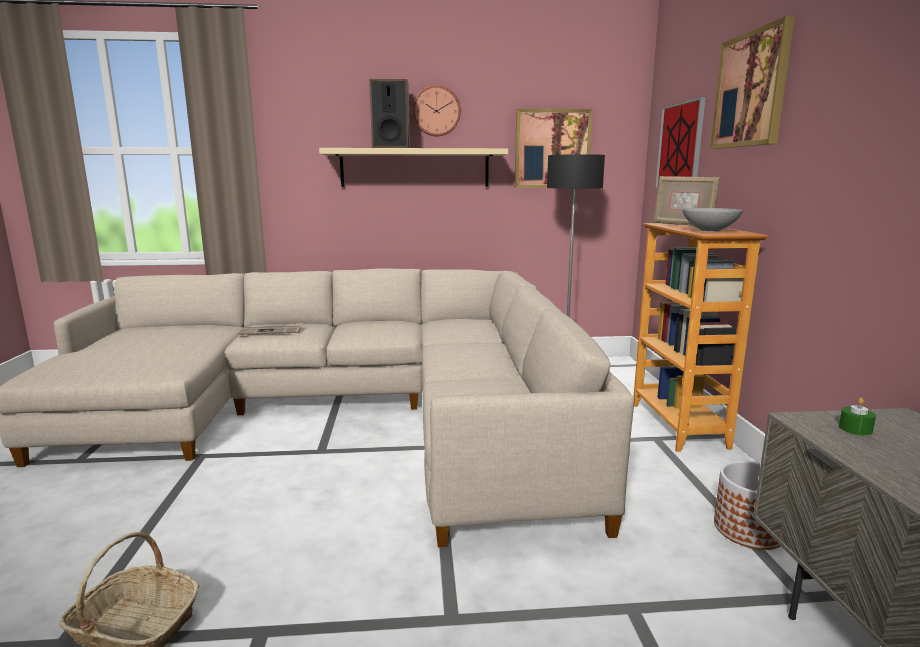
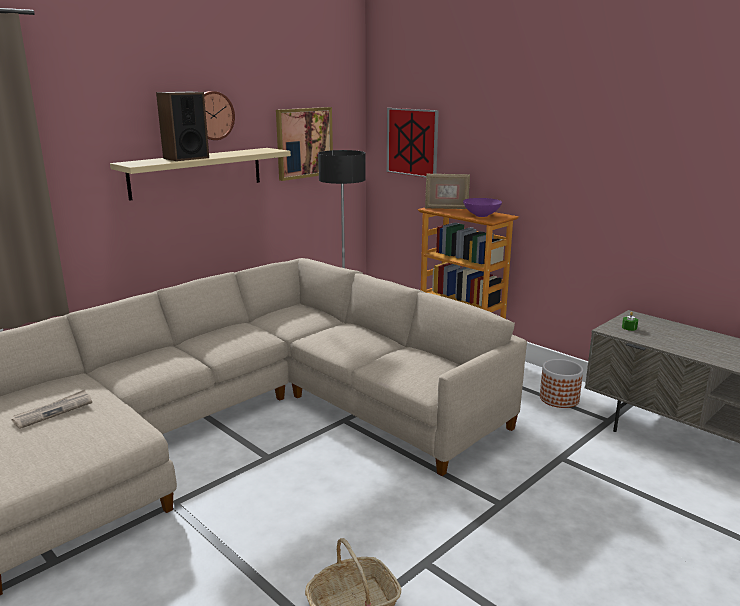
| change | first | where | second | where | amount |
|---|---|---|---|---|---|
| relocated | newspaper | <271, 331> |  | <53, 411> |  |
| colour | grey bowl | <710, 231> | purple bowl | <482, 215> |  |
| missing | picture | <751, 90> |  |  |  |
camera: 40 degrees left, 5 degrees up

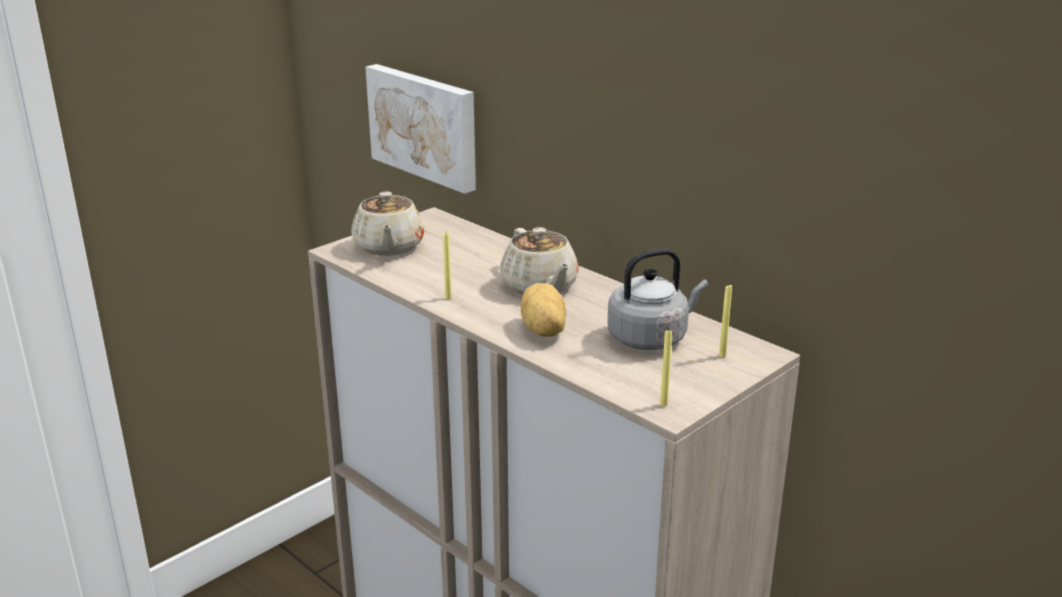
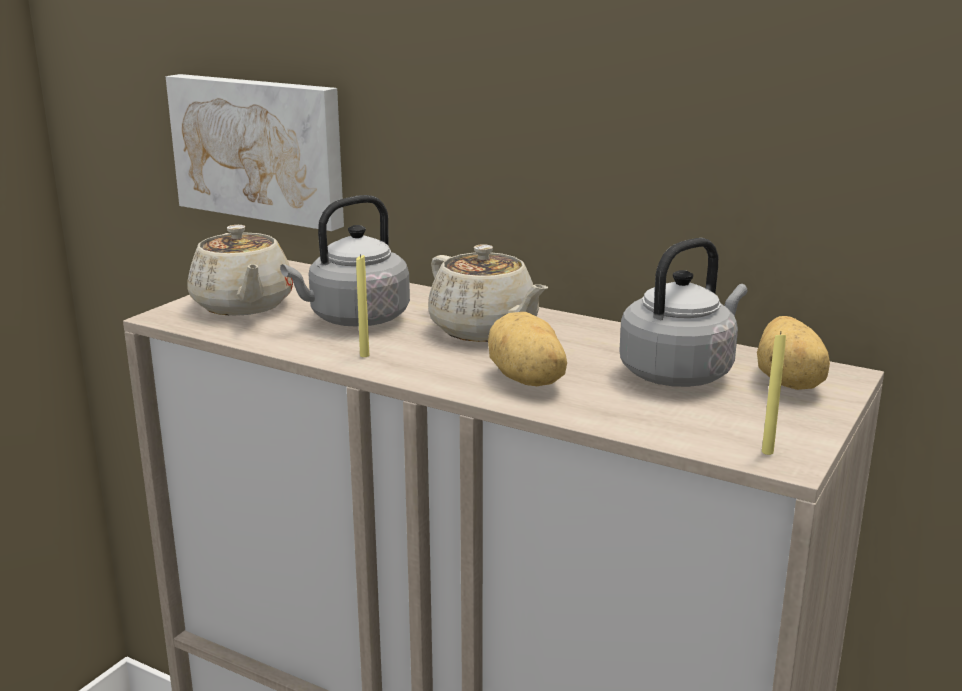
| change | first | where | second | where | amount |
|---|---|---|---|---|---|
| appeared |  |  | grey kettle | <354, 319> |  |
| exchanged | yellow candle | <722, 355> | potato | <790, 383> |  |
camera: 15 degrees left, 5 degrees down

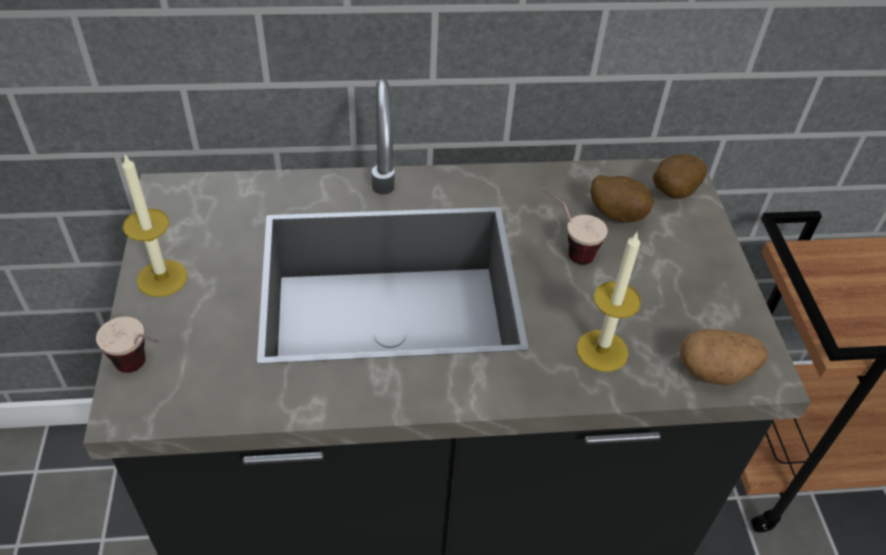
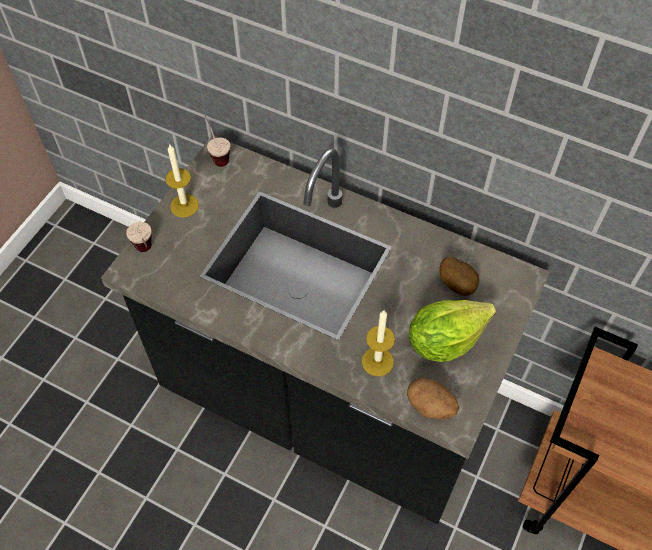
| change | first | where | second | where | amount |
|---|---|---|---|---|---|
| relocated | cup | <566, 249> |  | <217, 154> |  |
| appeared |  |  | lettuce | <444, 340> |  |
| missing | potato | <671, 193> |  |  |  |
camera: 35 degrees right, 10 degrees up

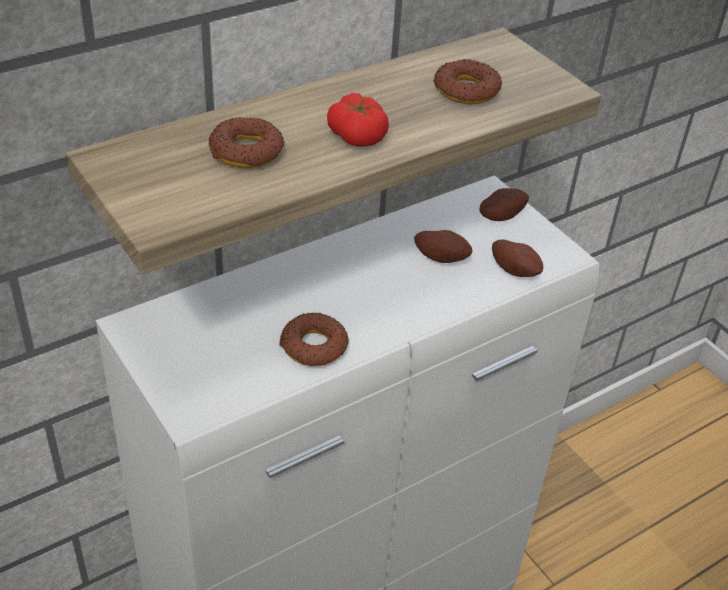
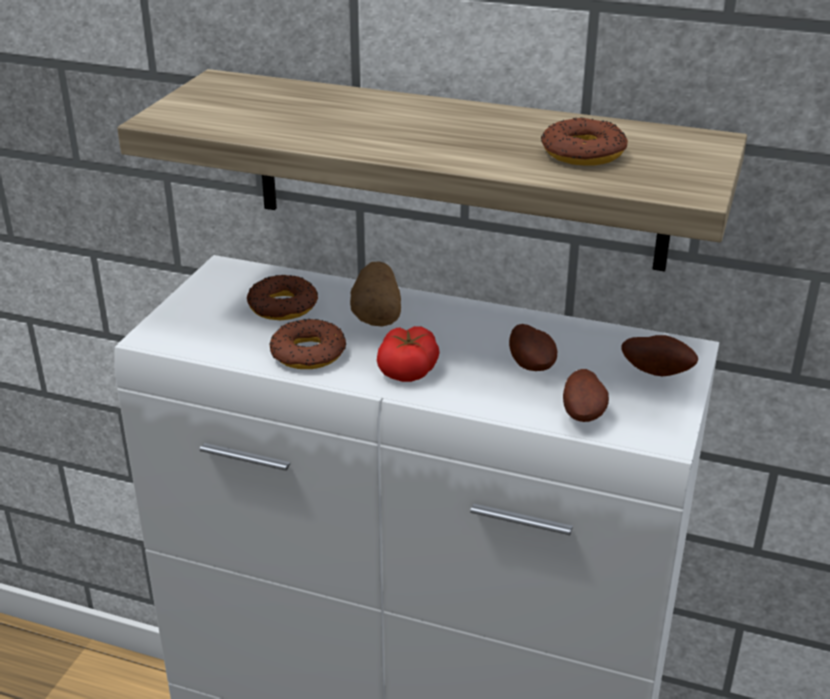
| change | first | where | second | where | amount |
|---|---|---|---|---|---|
| relocated | donut | <246, 151> |  | <282, 306> |  |
| appeared |  |  | potato | <377, 315> |  |
| relocated | tomato | <357, 135> |  | <408, 369> |  |
camera: 55 degrees right, 10 degrees down

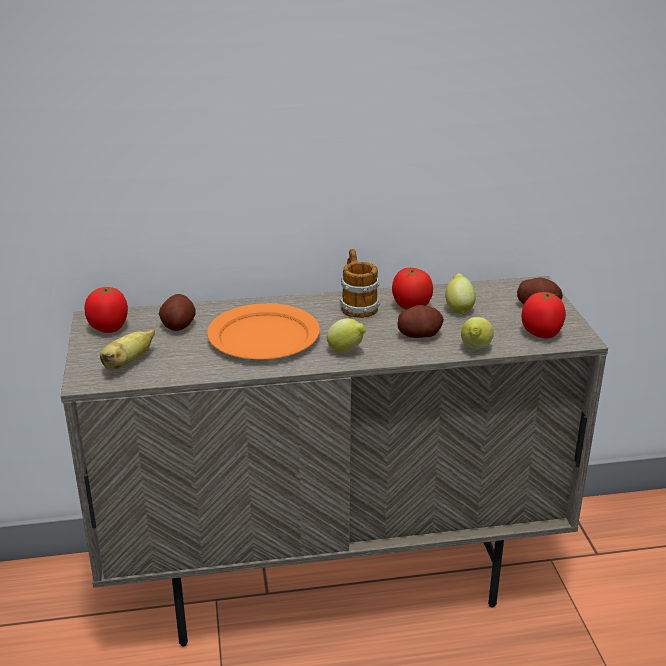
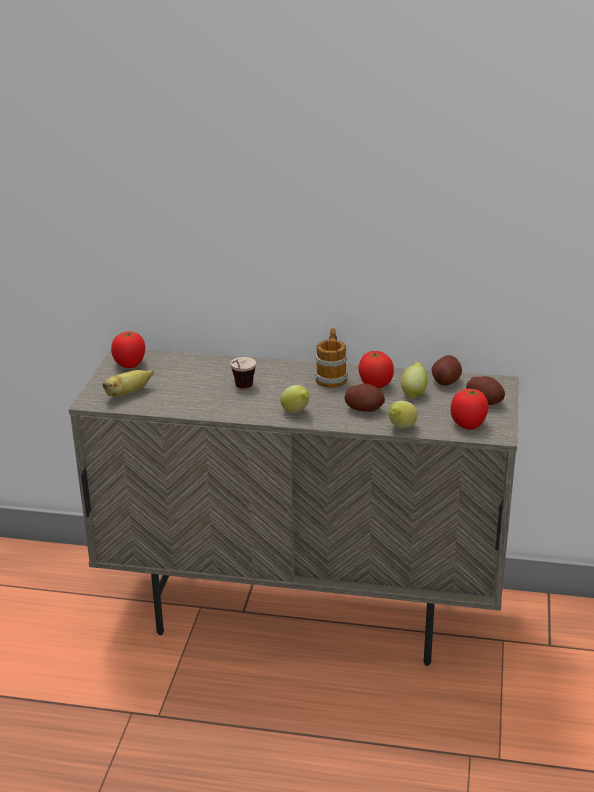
| change | first | where | second | where | amount |
|---|---|---|---|---|---|
| exchanged | orange plate | <264, 336> | cup | <240, 390> |  |
| relocated | potato | <178, 325> |  | <445, 381> |  |
camera: 20 degrees right, 0 degrees up

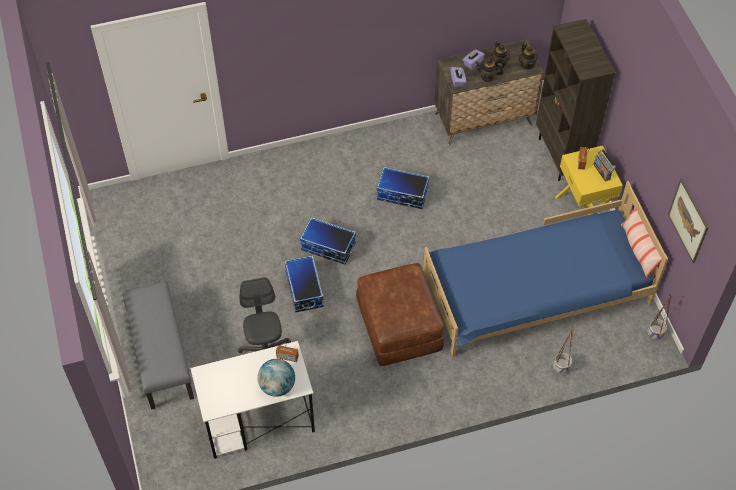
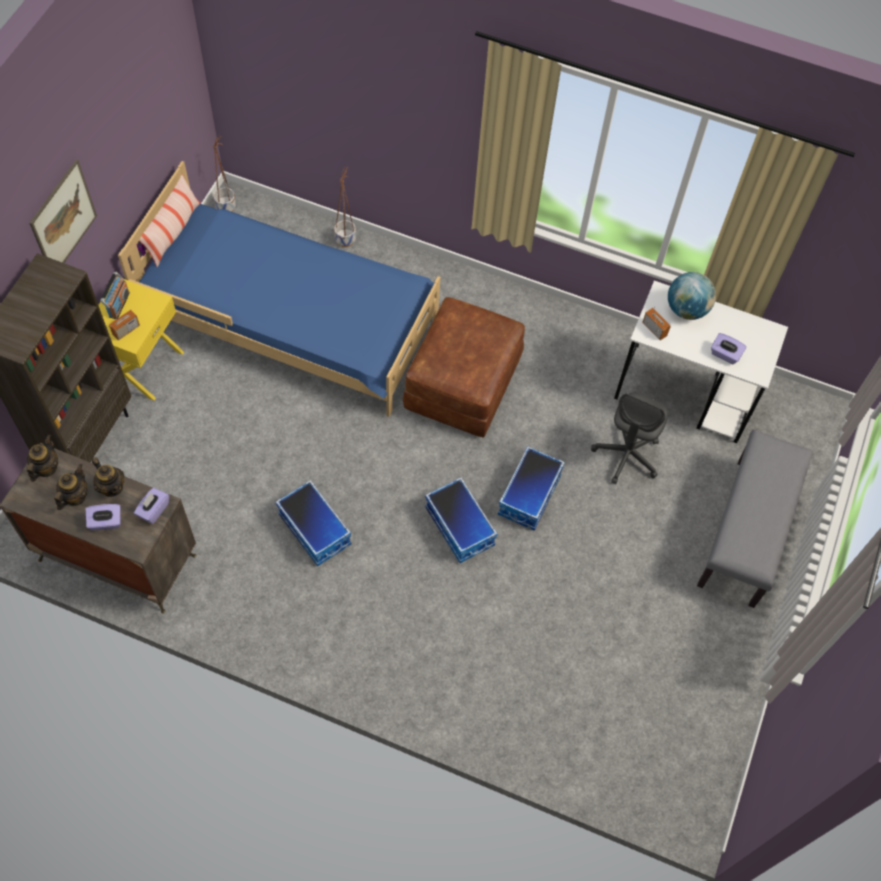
| change | first | where | second | where | amount |
|---|---|---|---|---|---|
| relocated | picture | <688, 220> |  | <63, 218> |  |
| appeared |  |  | purple tissue box | <725, 354> |  |
camera: 145 degrees left, 5 degrees up

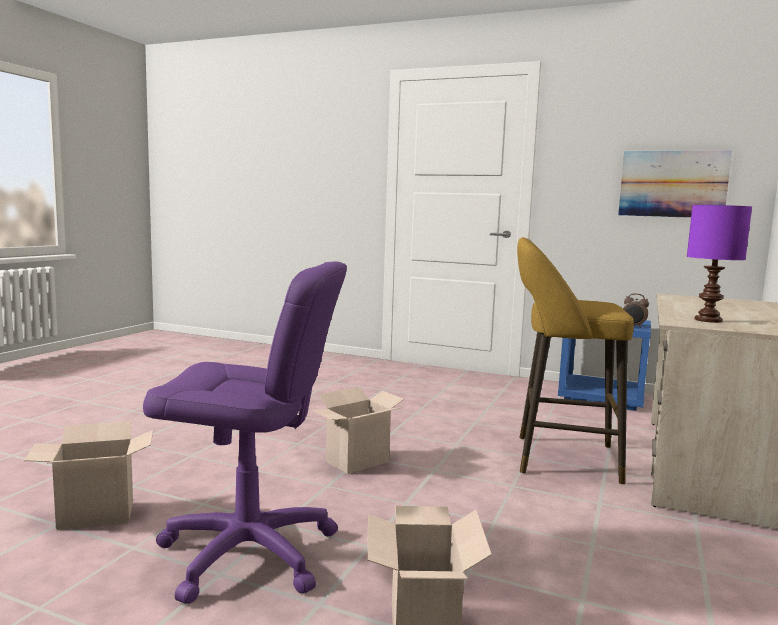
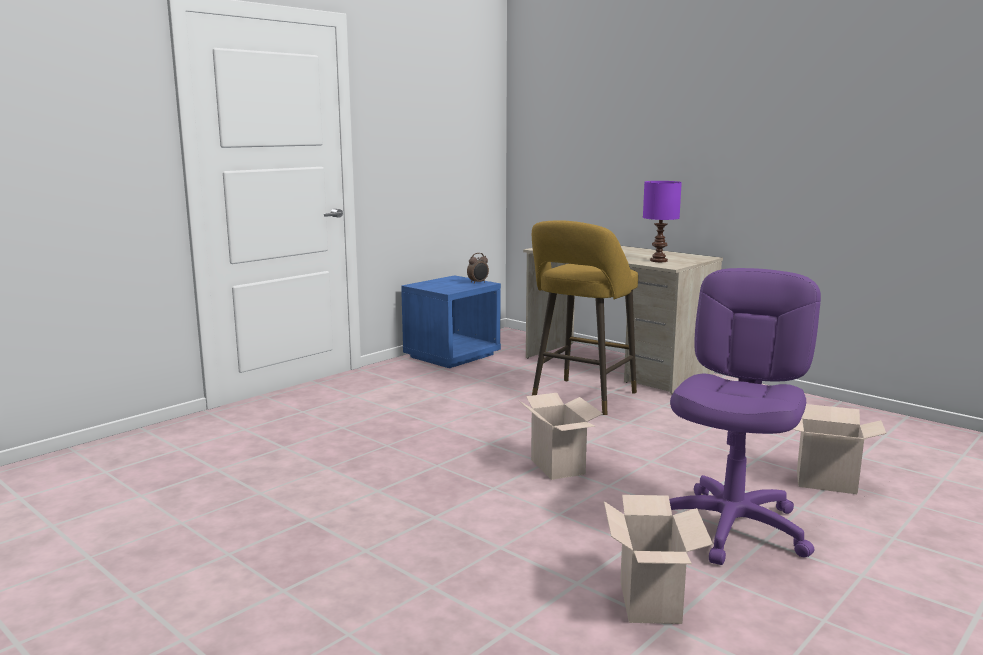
| change | first | where | second | where | amount |
|---|---|---|---|---|---|
| missing | picture | <672, 184> |  |  |  |
camera: 70 degrees left, 5 degrees up

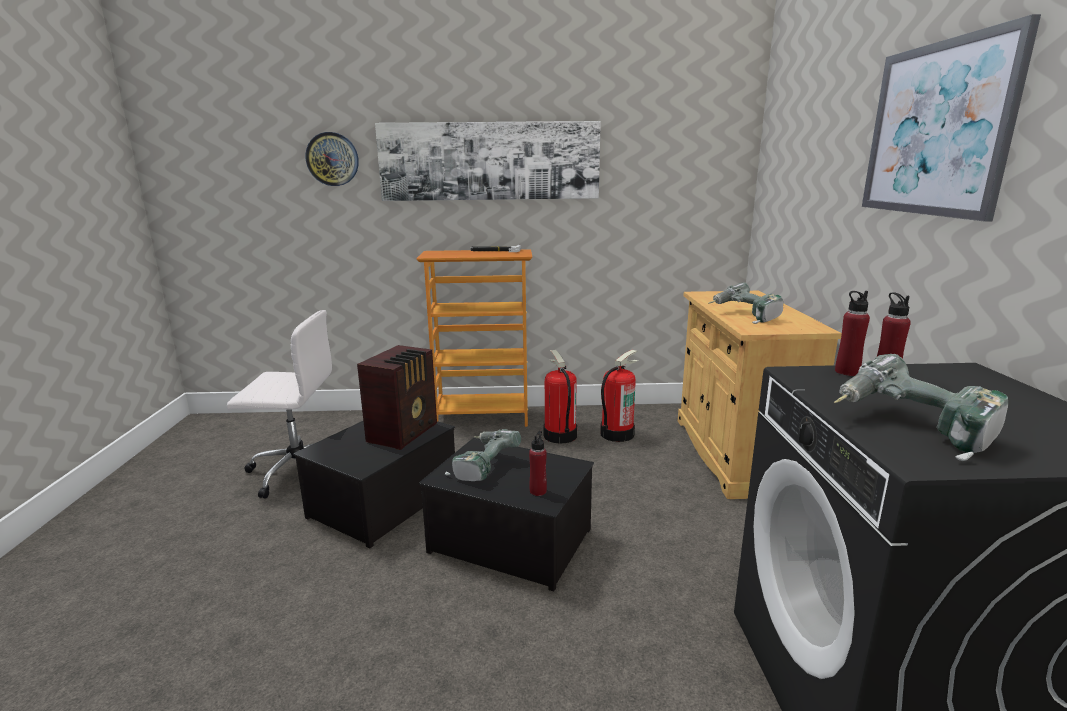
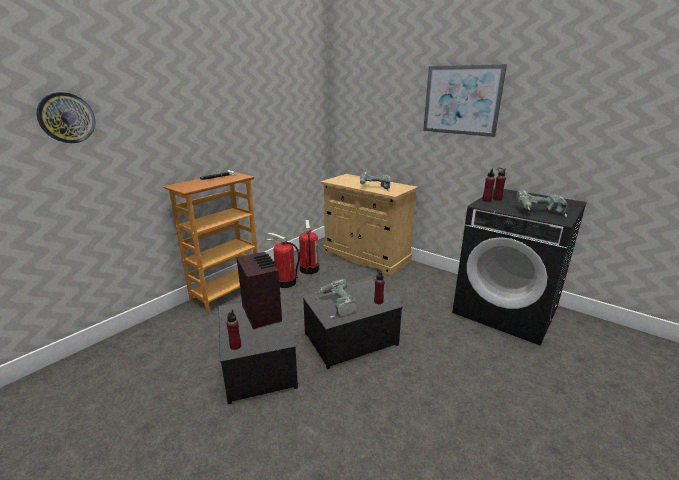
| change | first | where | second | where | amount |
|---|---|---|---|---|---|
| appeared |  |  | red bottle | <235, 346> |  |
| missing | white office chair | <296, 470> |  |  |  |
| missing | picture | <489, 161> |  |  |  |
camera: 50 degrees left, 5 degrees up

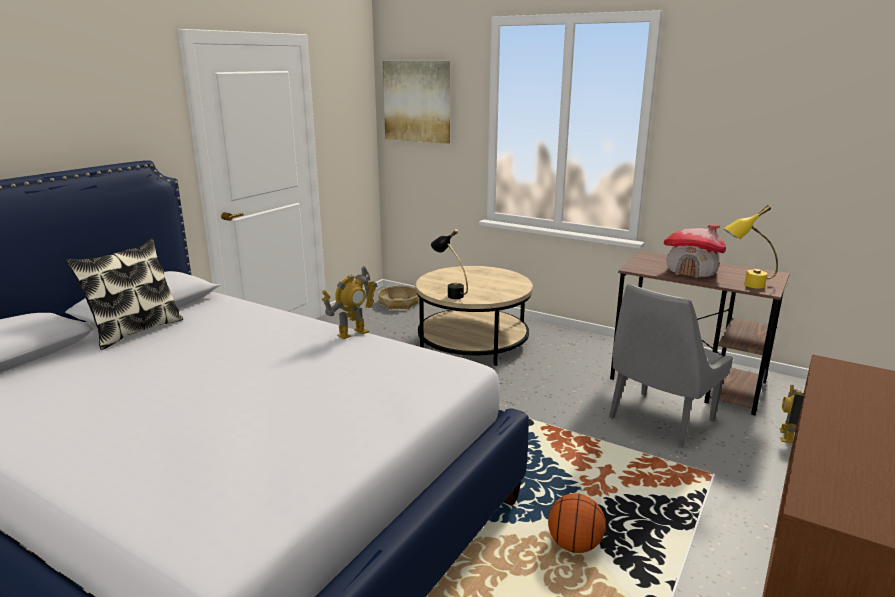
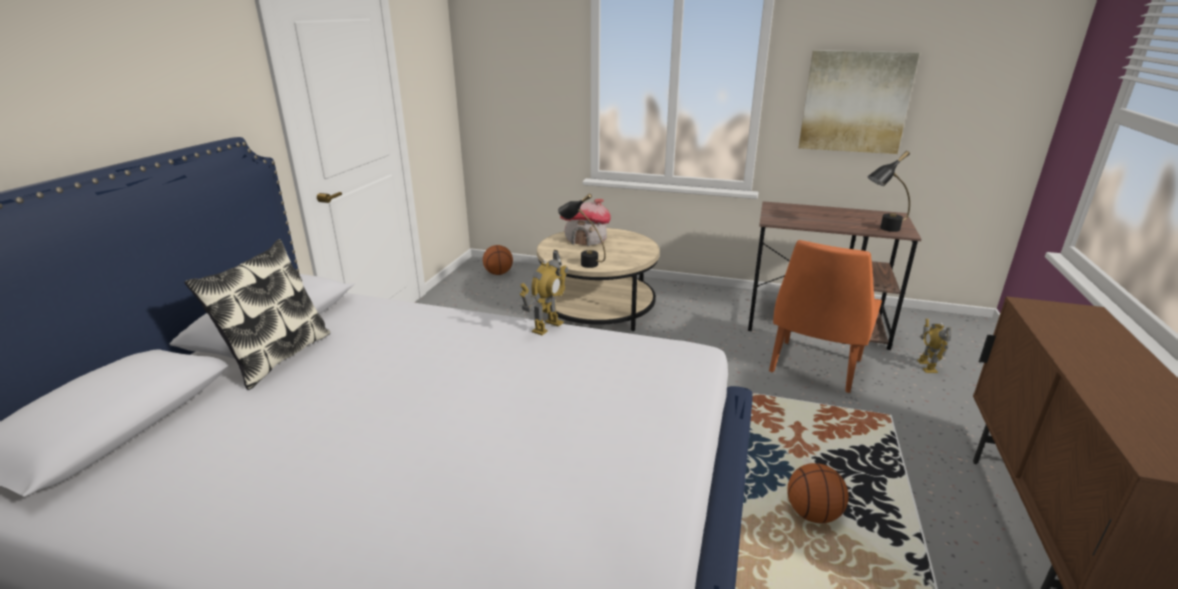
| change | first | where | second | where | amount |
|---|---|---|---|---|---|
| exchanged | basket | <399, 303> | basketball | <498, 273> |  |
| relocated | toy house | <692, 271> |  | <586, 240> |  |
| colour | grey chair | <658, 420> | orange chair | <814, 368> |  |
| relocated | picture | <417, 101> |  | <855, 102> |  |
| colour | yellow table lamp | <745, 285> | black table lamp | <882, 229> |  |
camera: 15 degrees left, 5 degrees up

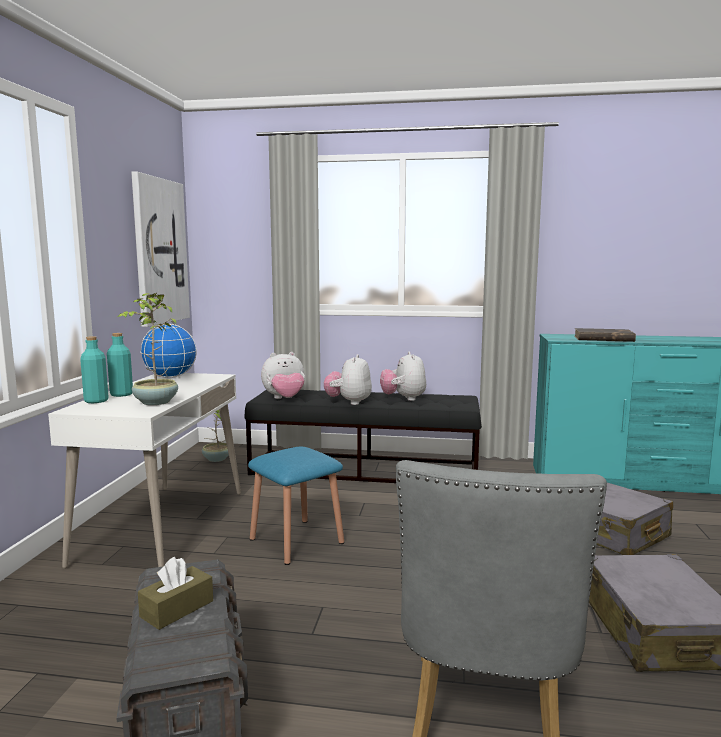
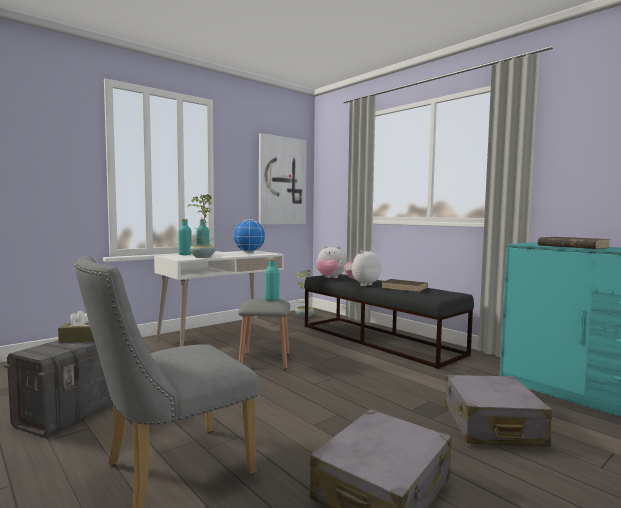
| change | first | where | second | where | amount |
|---|---|---|---|---|---|
| colour | blue stool | <296, 541> | grey stool | <265, 360> |  |
| appeared |  |  | turquoise bottle | <272, 299> |  |
| exchanged | plush toy | <403, 399> | brown book | <404, 288> |  |
camera: 40 degrees right, 5 degrees down

